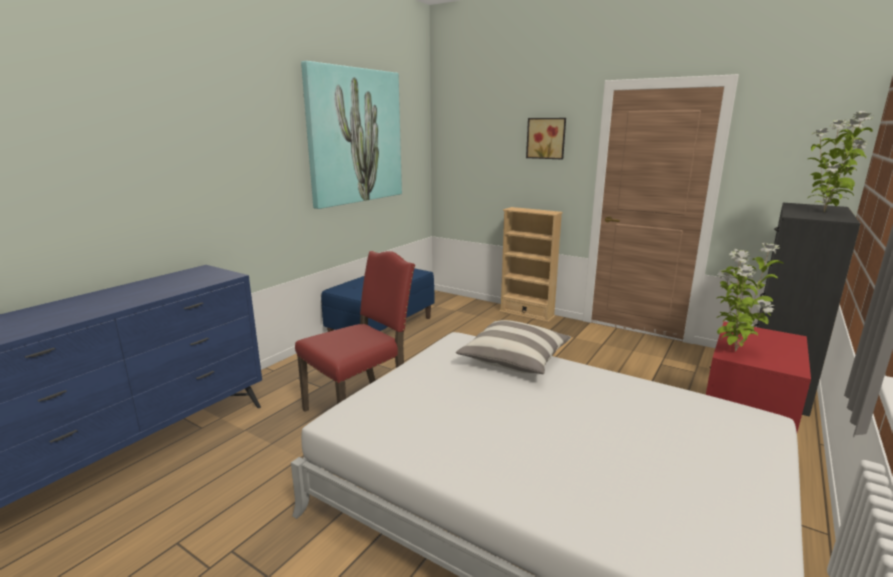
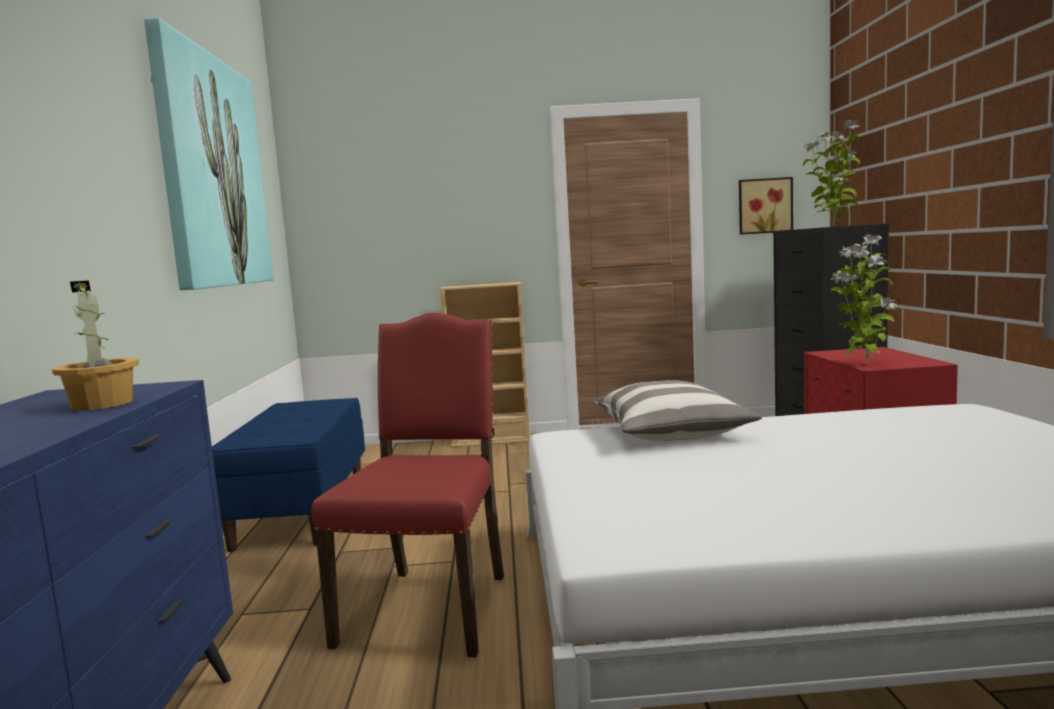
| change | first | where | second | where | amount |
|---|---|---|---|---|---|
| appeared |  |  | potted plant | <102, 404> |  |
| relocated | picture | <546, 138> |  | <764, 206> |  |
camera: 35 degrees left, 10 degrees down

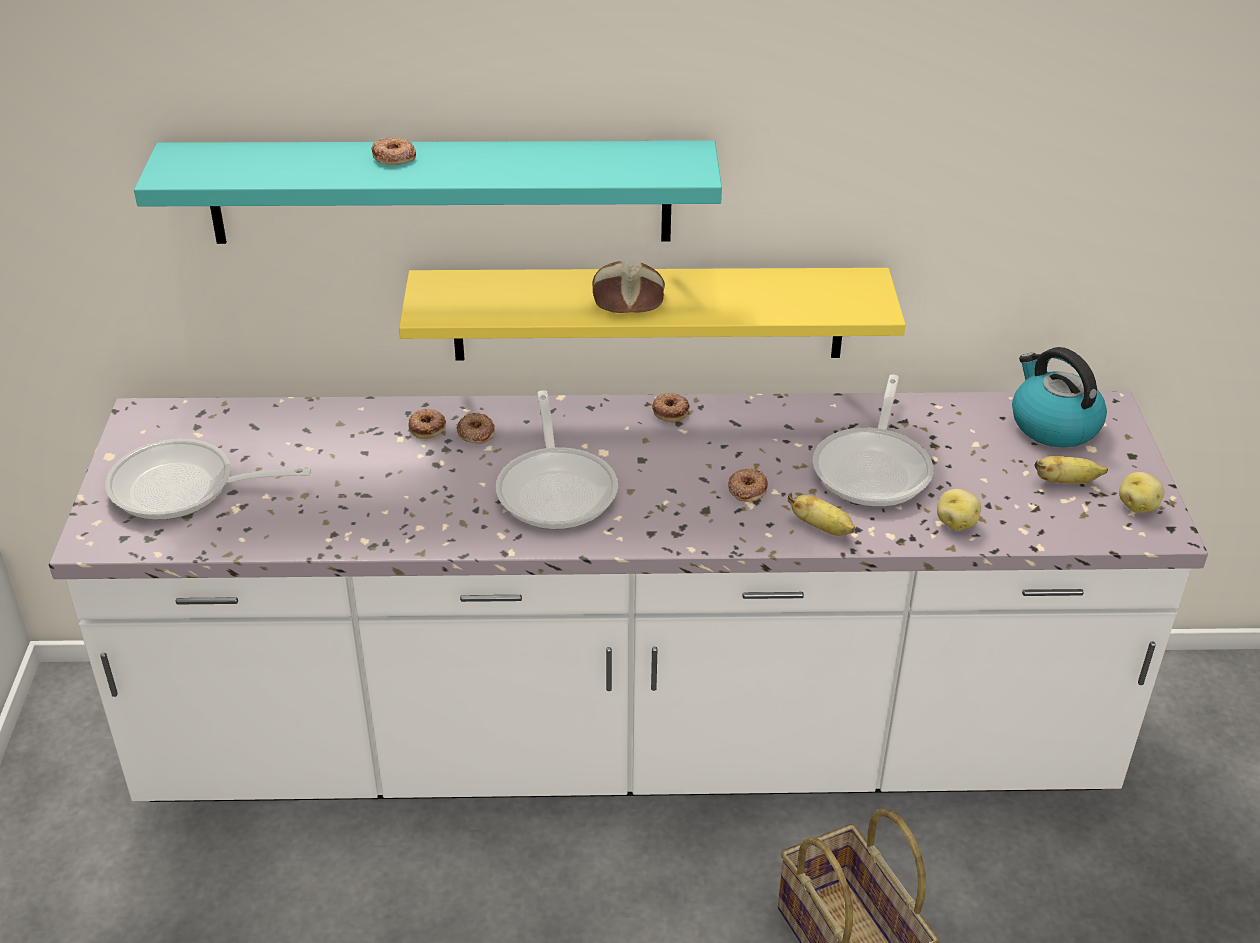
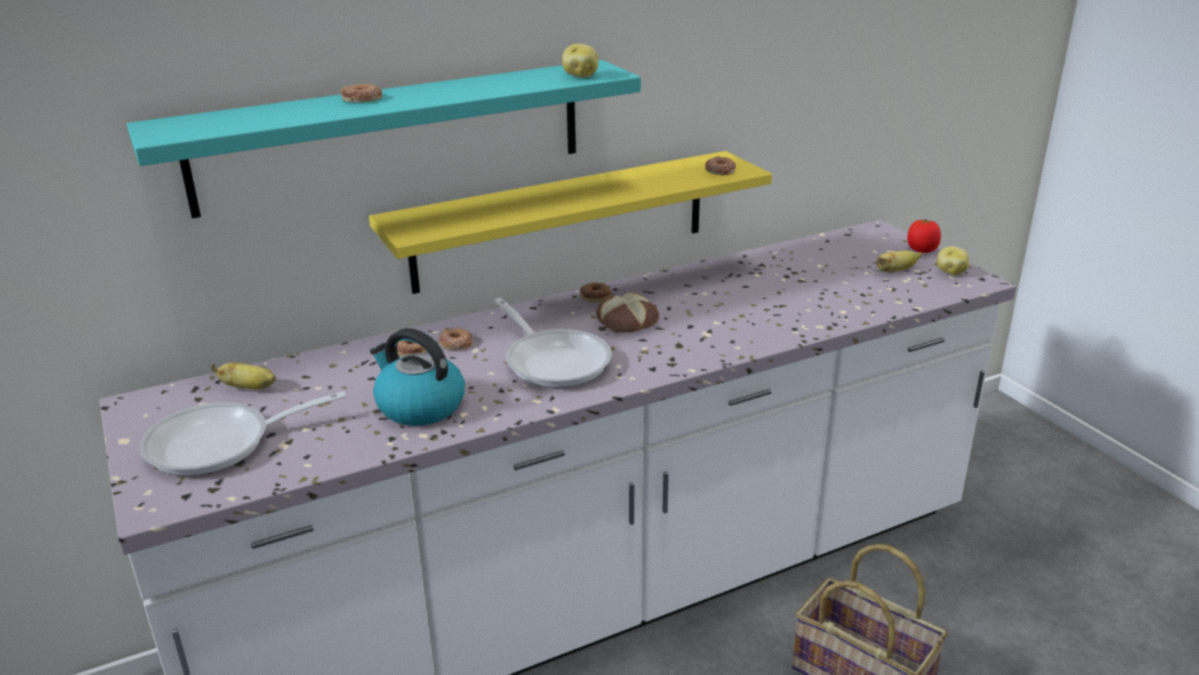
| change | first | where | second | where | amount |
|---|---|---|---|---|---|
| relocated | banana | <822, 528> |  | <250, 388> |  |
| relocated | kettle | <1053, 425> |  | <419, 406> |  |
| relocated | potato | <956, 523> |  | <580, 76> |  |
| relocated | bread | <627, 299> |  | <627, 322> |  |
| relocated | donut | <747, 489> |  | <720, 170> |  |
| appeared |  |  | tomato | <922, 250> |  |
| missing | frying pan | <874, 467> |  |  |  |
camera: 25 degrees left, 10 degrees down

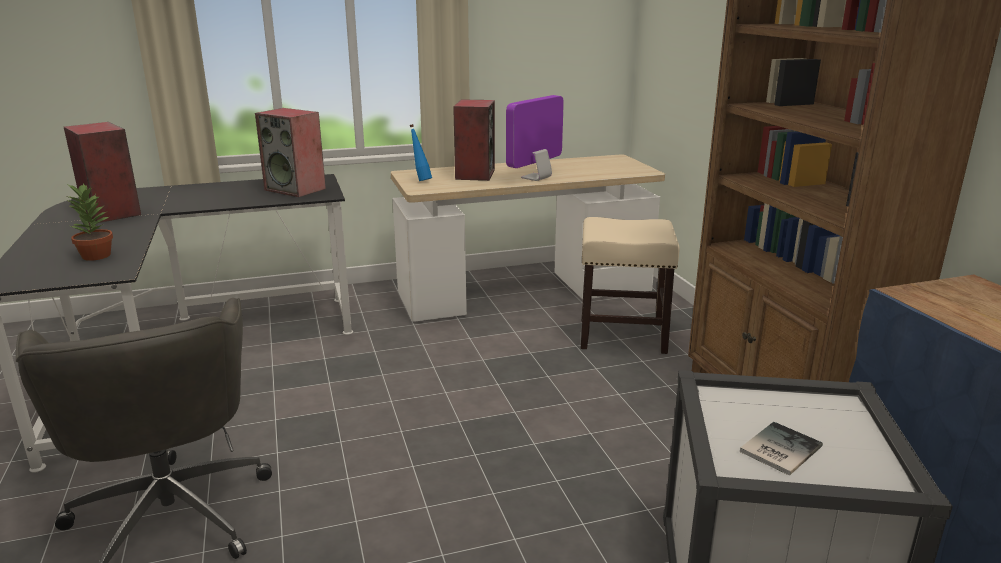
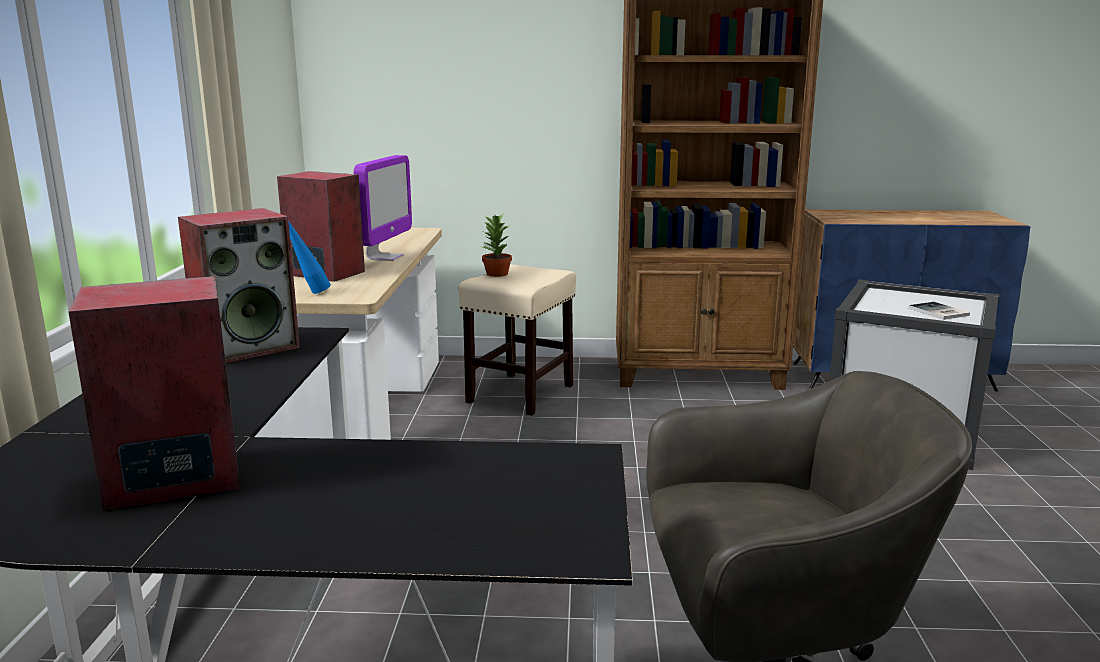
| change | first | where | second | where | amount |
|---|---|---|---|---|---|
| spun | monitor | <536, 178> |  | <385, 257> | 135 degrees counterclockwise |
| relocated | potted plant | <96, 255> |  | <496, 274> |  |
camera: 70 degrees left, 5 degrees down

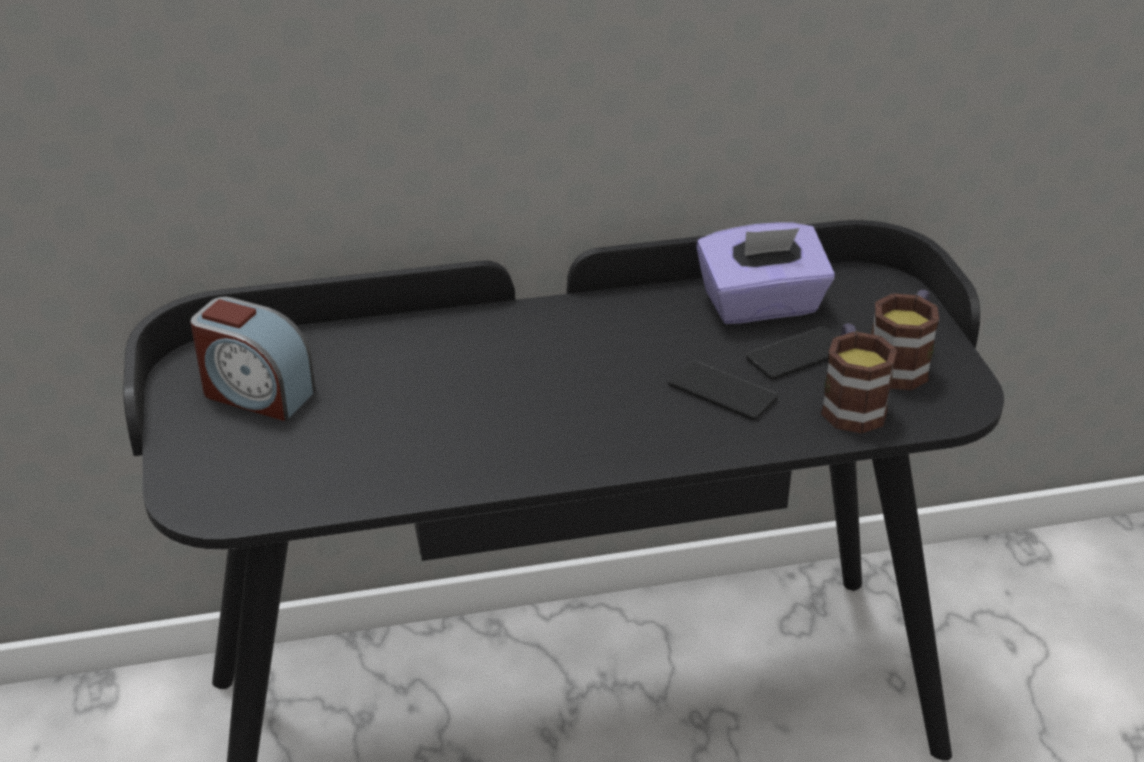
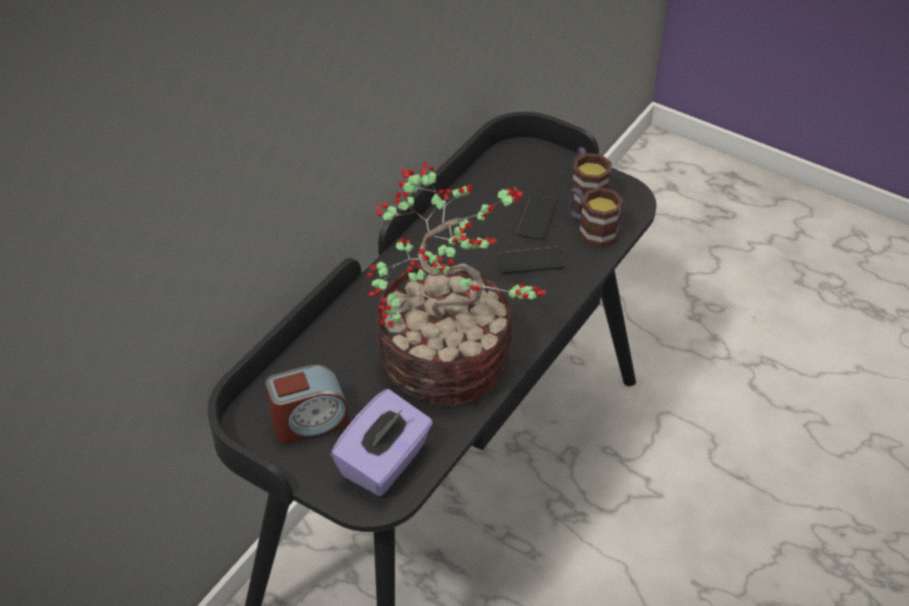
| change | first | where | second | where | amount |
|---|---|---|---|---|---|
| relocated | purple tissue box | <761, 305> |  | <384, 462> |  |
| appeared |  |  | potted plant | <448, 361> |  |
camera: 45 degrees left, 10 degrees up

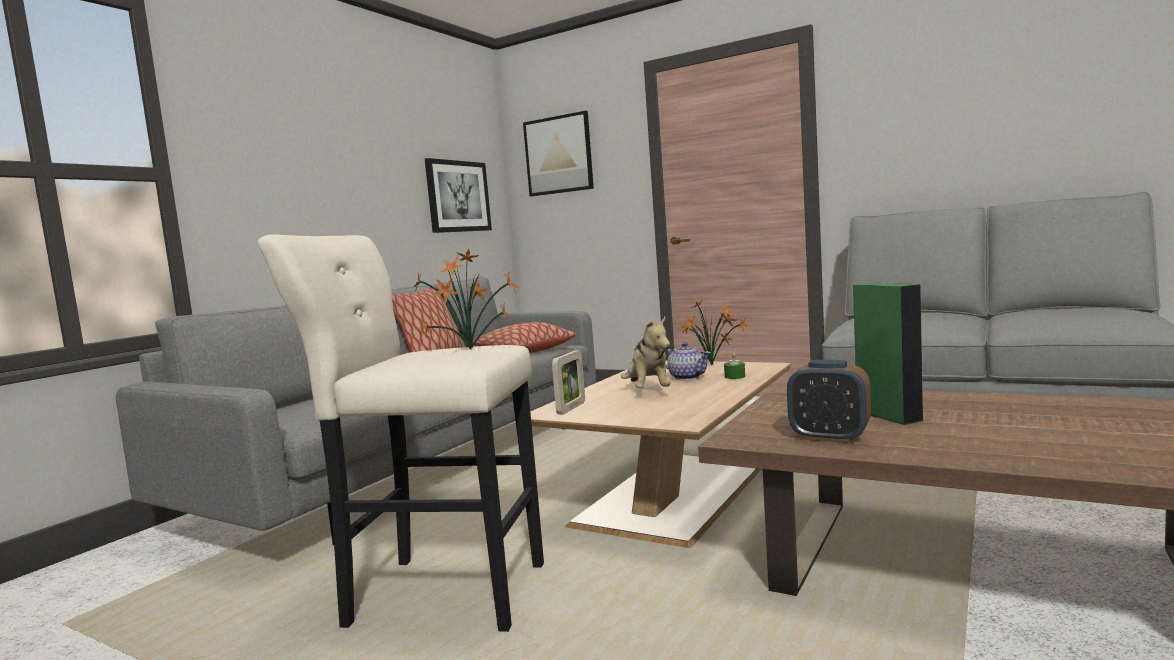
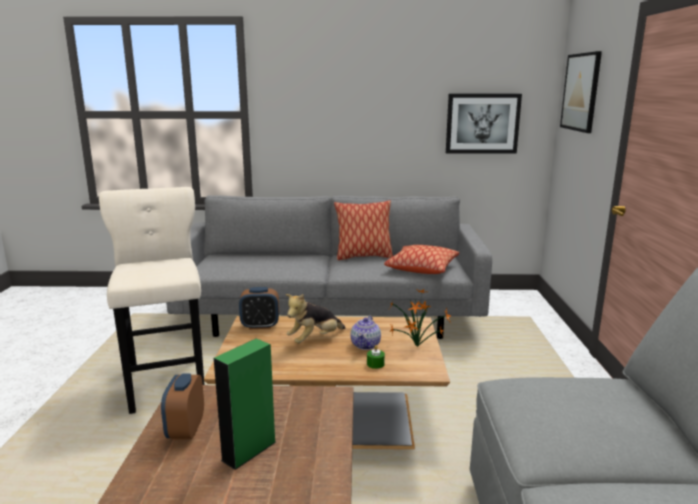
| change | first | where | second | where | amount |
|---|---|---|---|---|---|
| exchanged | picture frame | <571, 408> | alarm clock | <260, 326> |  |
| missing | potted plant | <473, 350> |  |  |  |
camera: 60 degrees right, 10 degrees up

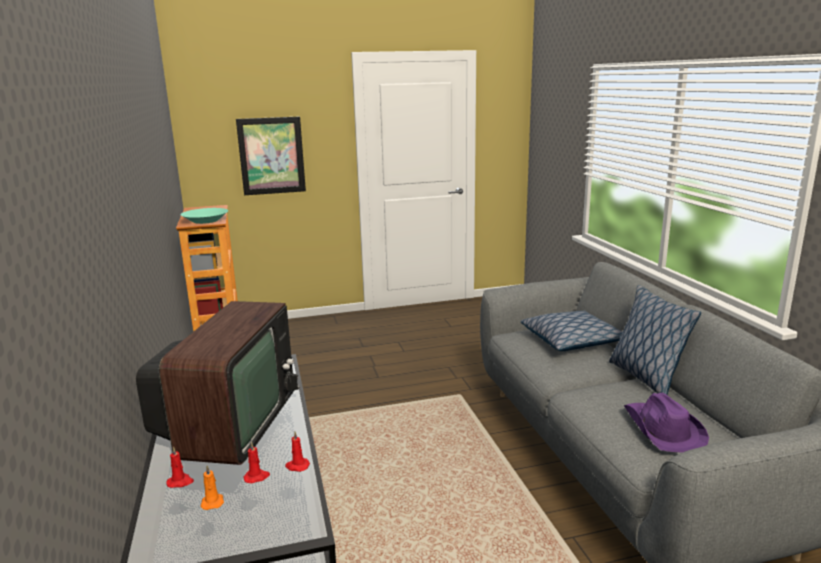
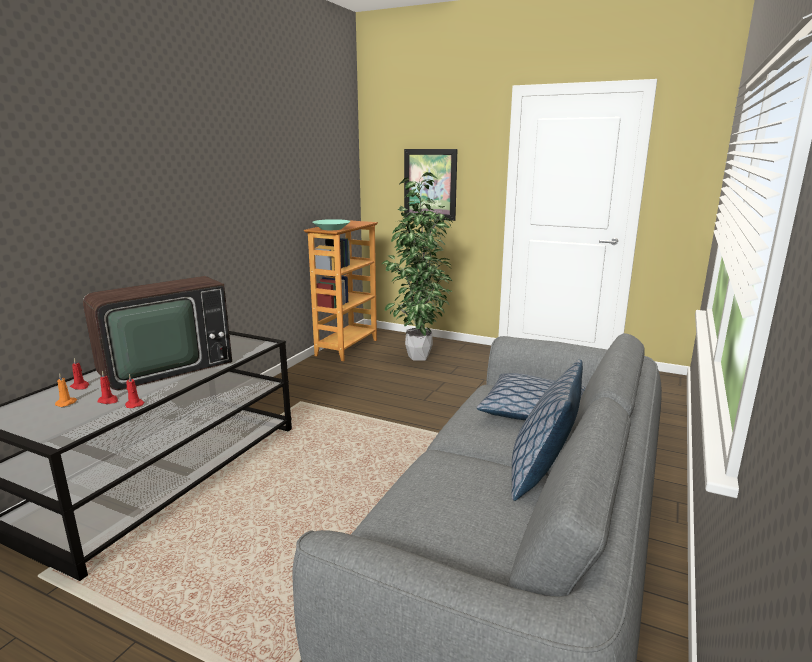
| change | first | where | second | where | amount |
|---|---|---|---|---|---|
| appeared |  |  | potted plant | <419, 358> |  |
| missing | purple hat | <662, 429> |  |  |  |
camera: 40 degrees right, 0 degrees up

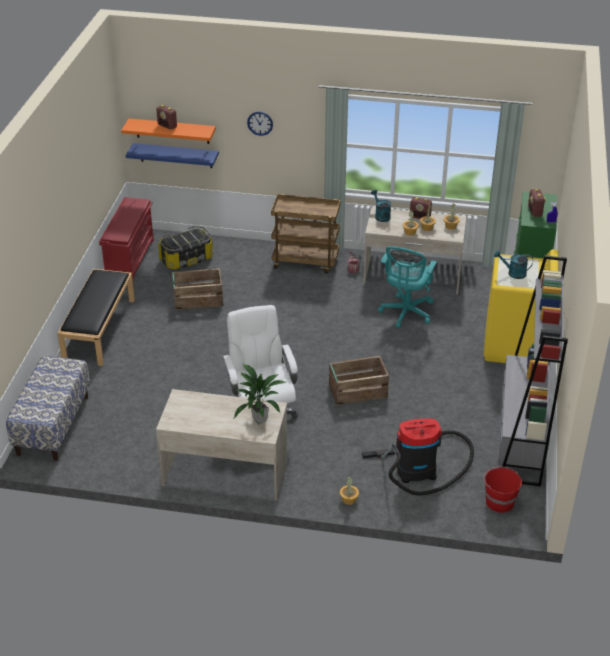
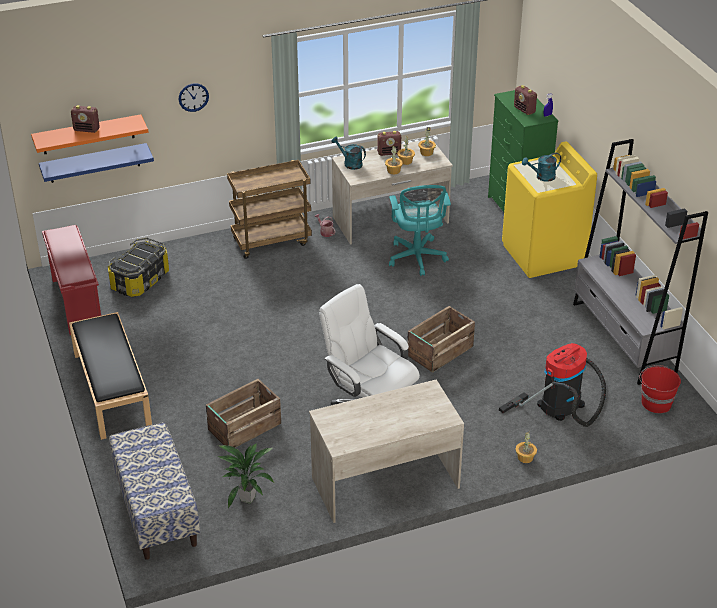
| change | first | where | second | where | amount |
|---|---|---|---|---|---|
| relocated | crate | <197, 299> |  | <243, 427> |  |
| relocated | potted plant | <259, 419> |  | <247, 498> |  |
camera: 30 degrees left, 0 degrees up

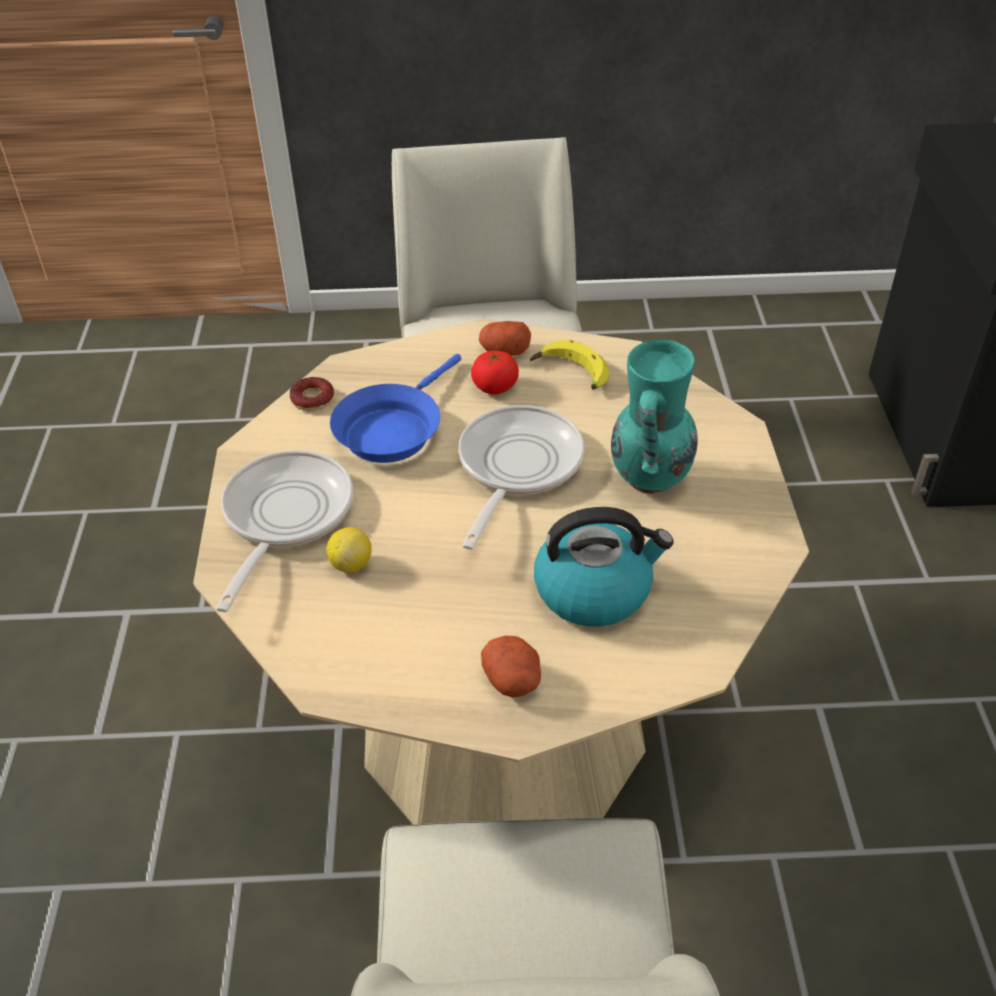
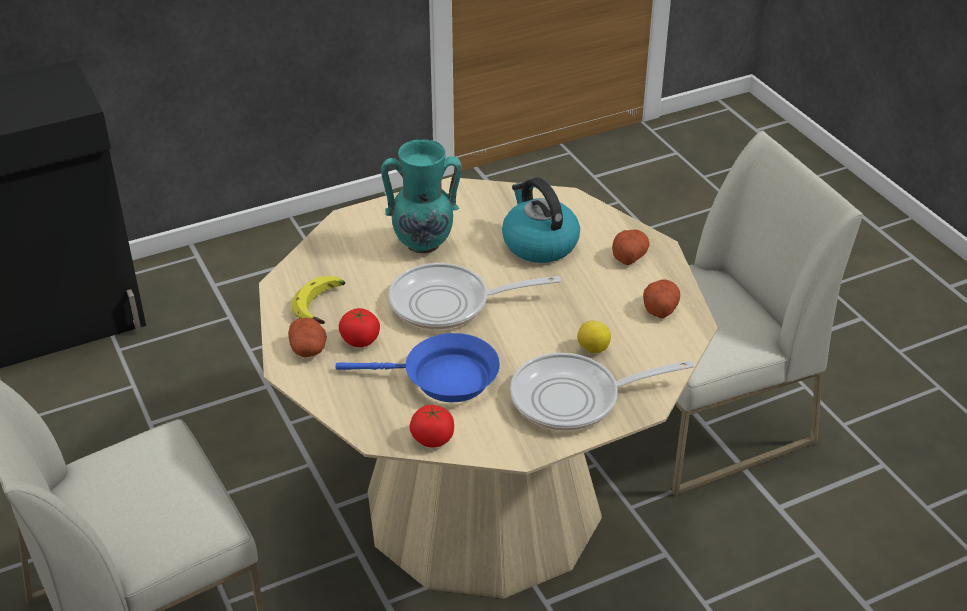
| change | first | where | second | where | amount |
|---|---|---|---|---|---|
| exchanged | donut | <312, 399> | tomato | <432, 439> |  |
| appeared |  |  | potato | <660, 308> |  |
camera: 115 degrees left, 5 degrees down

